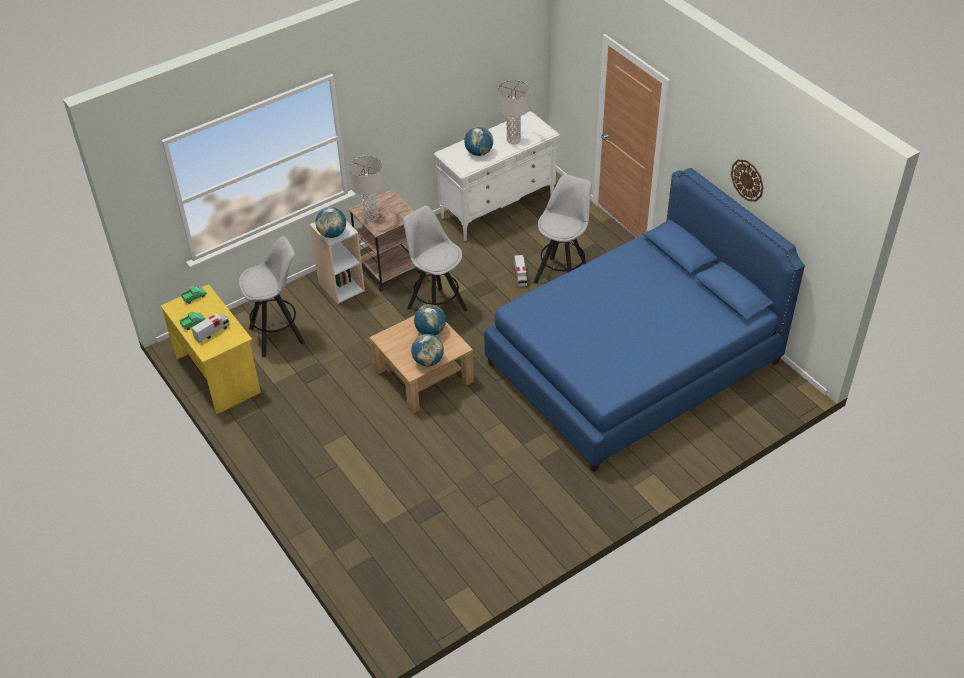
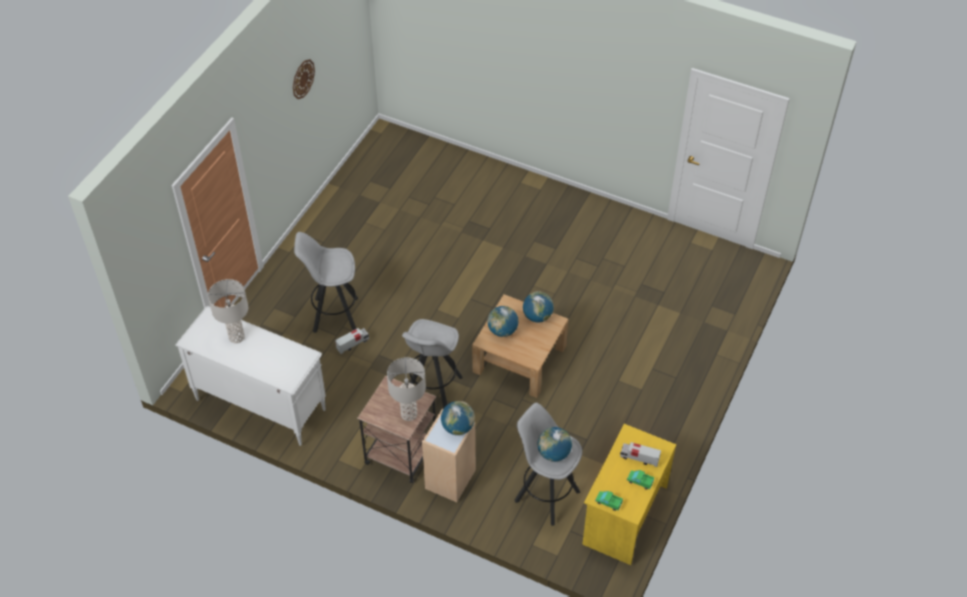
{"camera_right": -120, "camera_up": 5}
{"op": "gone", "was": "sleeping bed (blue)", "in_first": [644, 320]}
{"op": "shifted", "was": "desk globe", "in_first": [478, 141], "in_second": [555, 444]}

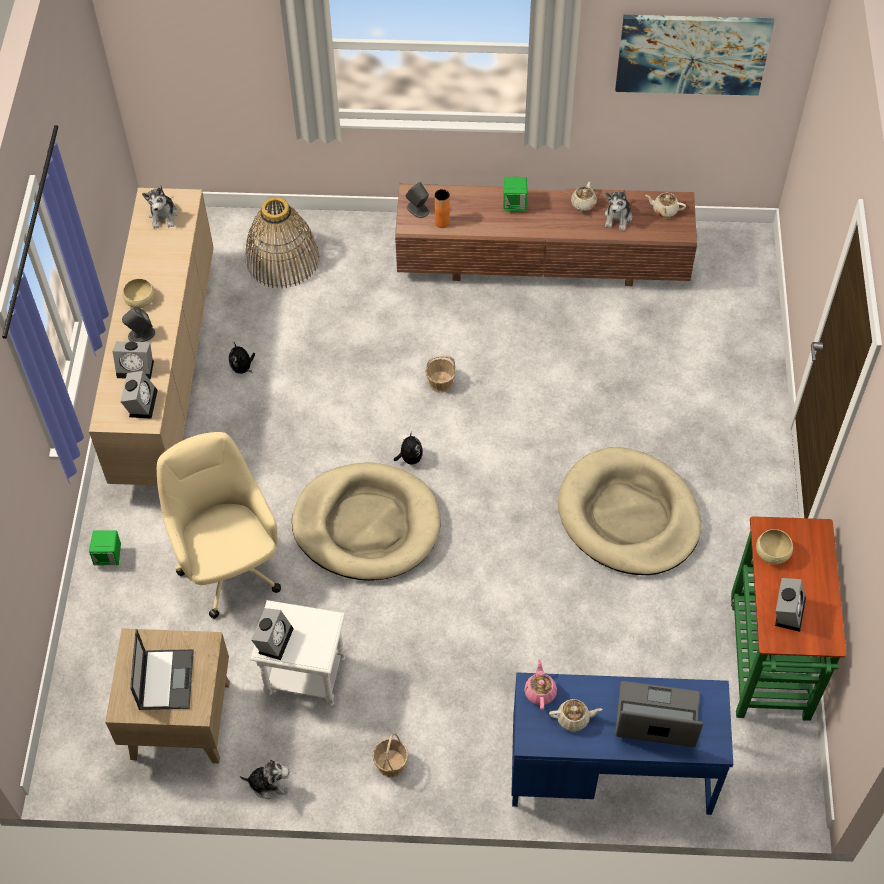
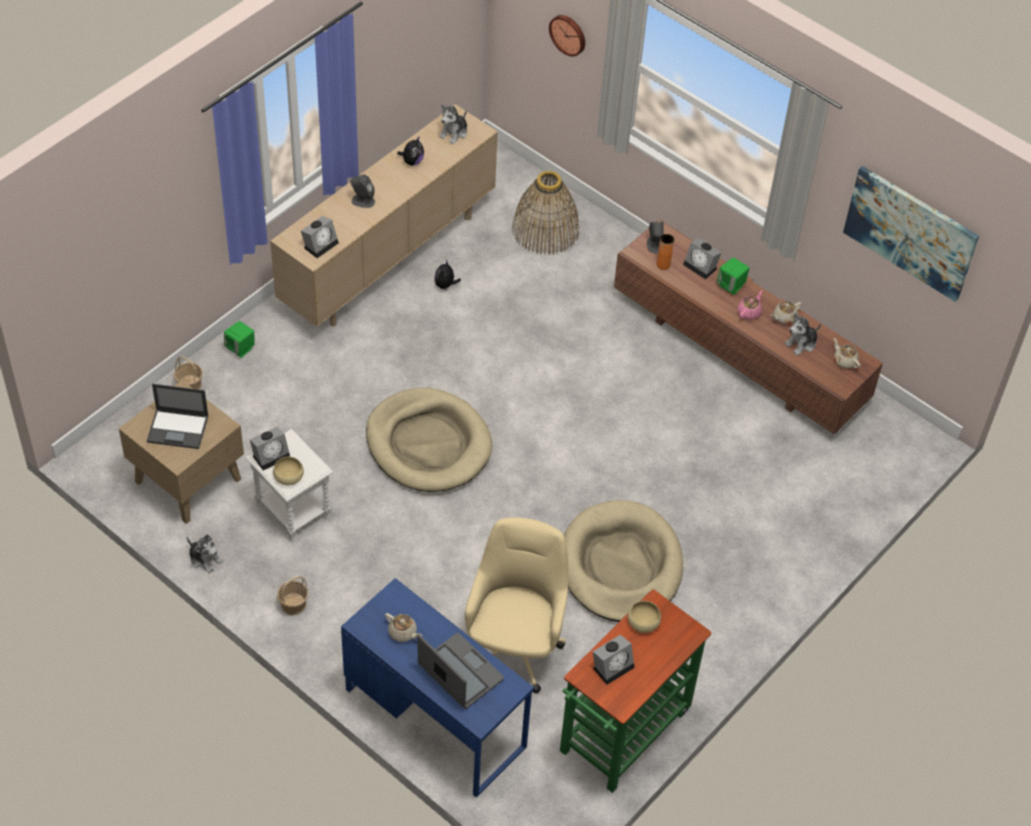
{"camera_right": 35, "camera_up": -5}
{"op": "new", "now": "hanging clock", "in_second": [567, 36]}
{"op": "shifted", "was": "alarm clock", "in_first": [133, 360], "in_second": [702, 258]}
{"op": "shifted", "was": "serving bowl (sand-coloured)", "in_first": [138, 293], "in_second": [288, 471]}
{"op": "shifted", "was": "desk chair (sand-coloured)", "in_first": [219, 525], "in_second": [516, 605]}
{"op": "shifted", "was": "plush toy", "in_first": [408, 448], "in_second": [410, 151]}
{"op": "shifted", "was": "storage basket", "in_first": [440, 374], "in_second": [188, 373]}
{"op": "shifted", "was": "pot for tea (pinkish)", "in_first": [540, 684], "in_second": [750, 304]}
{"op": "rotated", "was": "portable computer", "in_first": [162, 669], "in_second": [178, 416], "clockwise": 60}

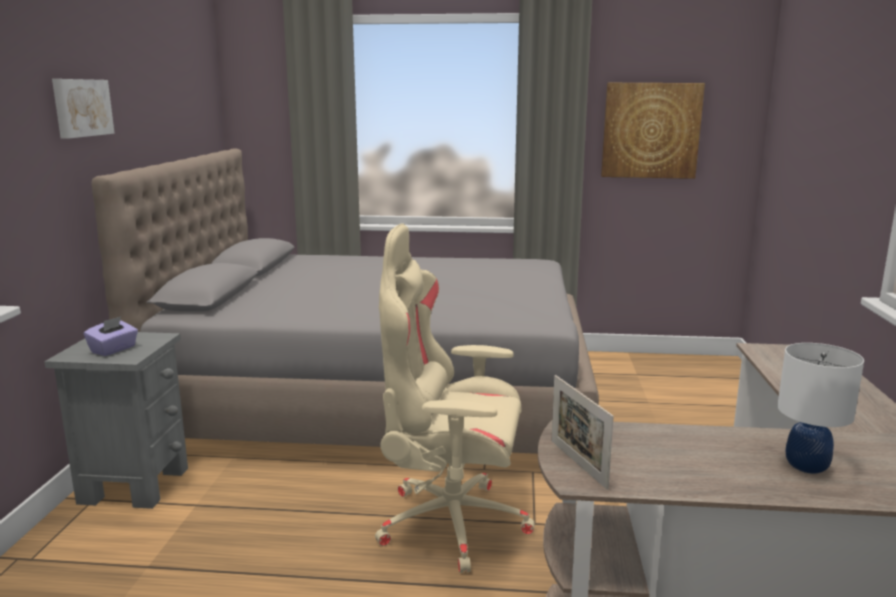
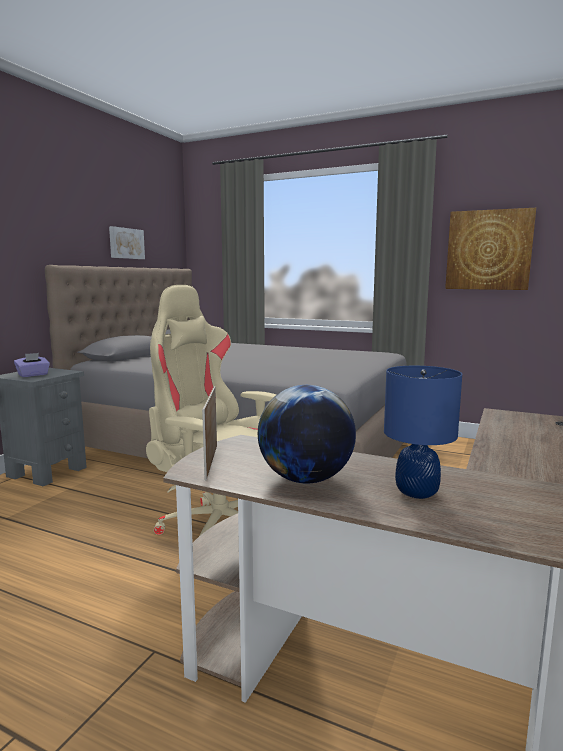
{"camera_right": 20, "camera_up": -5}
{"op": "new", "now": "desk globe", "in_second": [307, 434]}
{"op": "shifted", "was": "wall picture", "in_first": [83, 109], "in_second": [127, 242]}
{"op": "repainted", "was": "tabletop lamp (white-coloured)", "now": "tabletop lamp (blue)", "in_first": [820, 408], "in_second": [423, 432]}

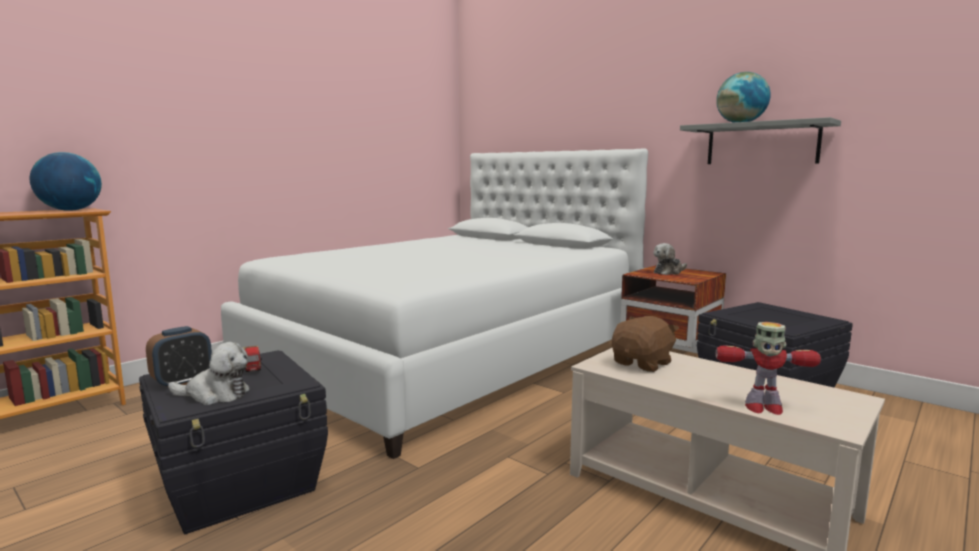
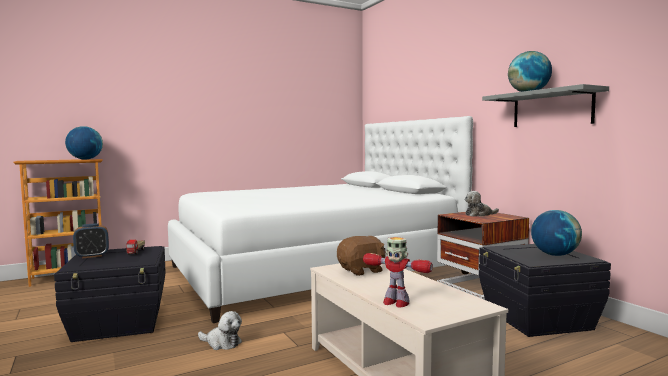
{"camera_right": 20, "camera_up": -5}
{"op": "new", "now": "desk globe", "in_second": [556, 233]}
{"op": "shifted", "was": "plush toy", "in_first": [209, 373], "in_second": [220, 330]}

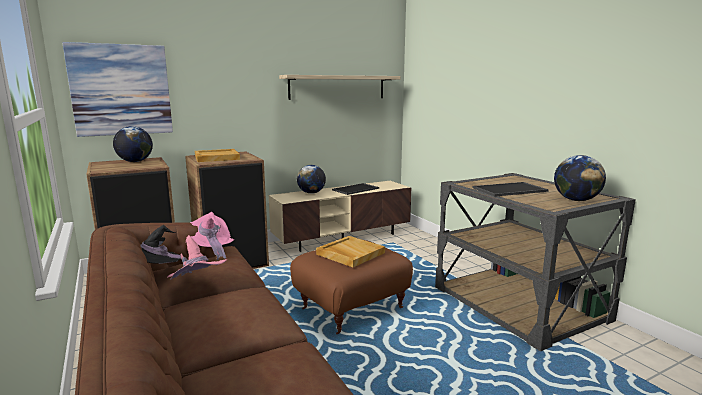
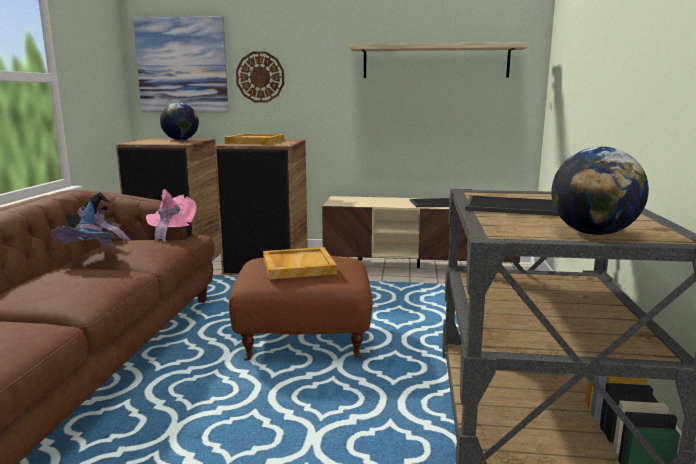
{"camera_right": 35, "camera_up": 0}
{"op": "gone", "was": "desk globe", "in_first": [311, 179]}
{"op": "new", "now": "hanging clock", "in_second": [260, 77]}
{"op": "repainted", "was": "wearable hat (pinkish)", "now": "wearable hat (blue)", "in_first": [197, 257], "in_second": [84, 224]}

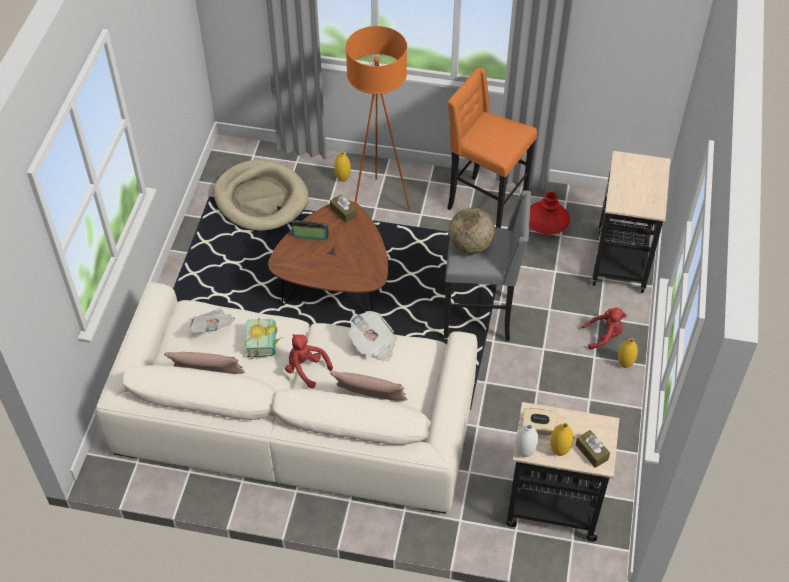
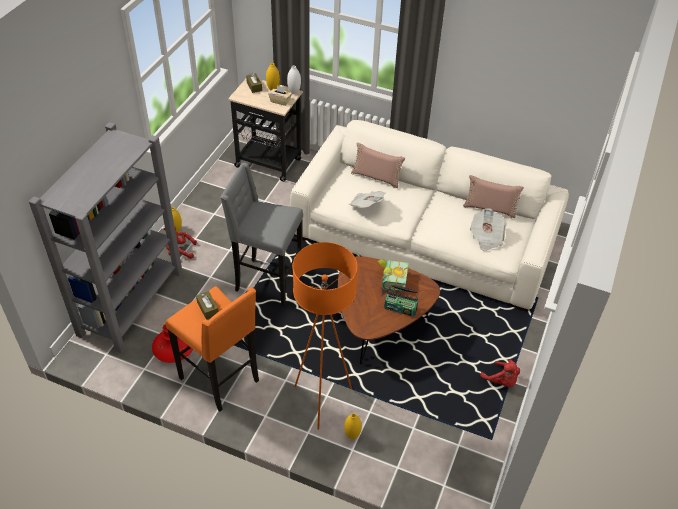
{"camera_right": -170, "camera_up": -5}
{"op": "gone", "was": "dog cushion (sand-coloured)", "in_first": [261, 195]}
{"op": "gone", "was": "desk globe", "in_first": [472, 231]}
{"op": "shifted", "was": "book", "in_first": [264, 338], "in_second": [393, 275]}
{"op": "shifted", "was": "plush toy (red-coloured)", "in_first": [309, 361], "in_second": [500, 373]}
{"op": "shifted", "was": "box of tissues (brown)", "in_first": [343, 208], "in_second": [207, 305]}
{"op": "swapped", "was": "cart", "now": "shelving unit (grey)", "in_first": [631, 222], "in_second": [106, 237]}

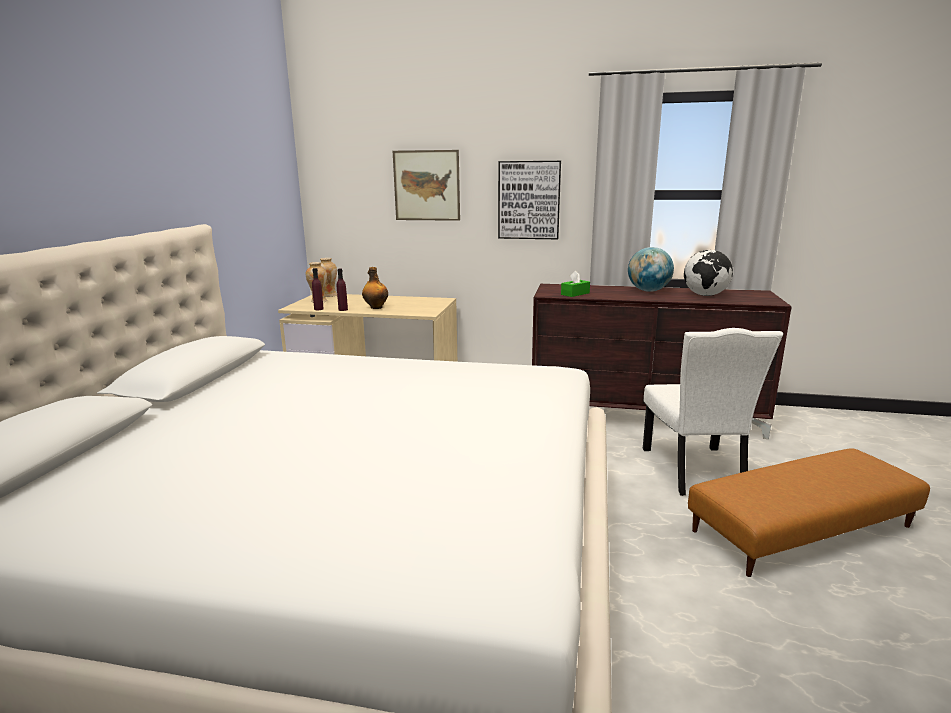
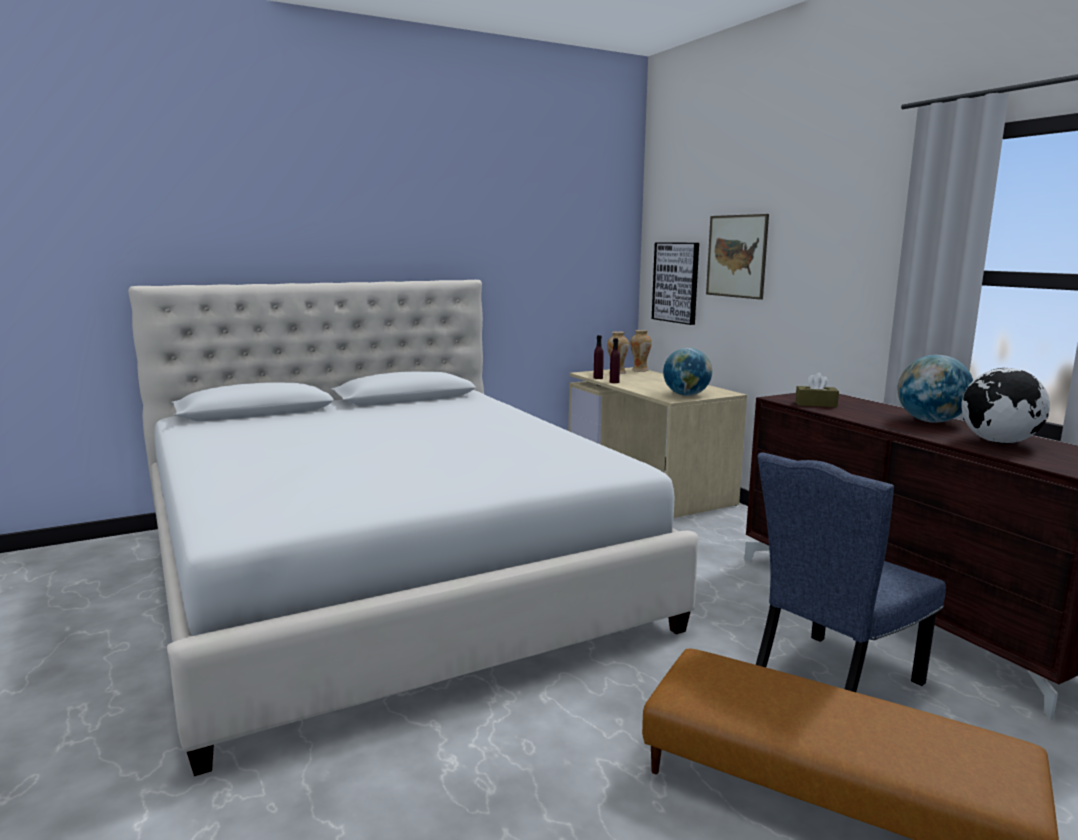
{"camera_right": 50, "camera_up": -5}
{"op": "gone", "was": "drink bottle", "in_first": [375, 288]}
{"op": "new", "now": "desk globe", "in_second": [687, 372]}
{"op": "shifted", "was": "wall picture", "in_first": [529, 200], "in_second": [675, 283]}
{"op": "repainted", "was": "box of tissues (green-coloured)", "now": "box of tissues (brown)", "in_first": [575, 284], "in_second": [817, 390]}
{"op": "repainted", "was": "plain chair (white-coloured)", "now": "plain chair (blue)", "in_first": [713, 412], "in_second": [851, 572]}

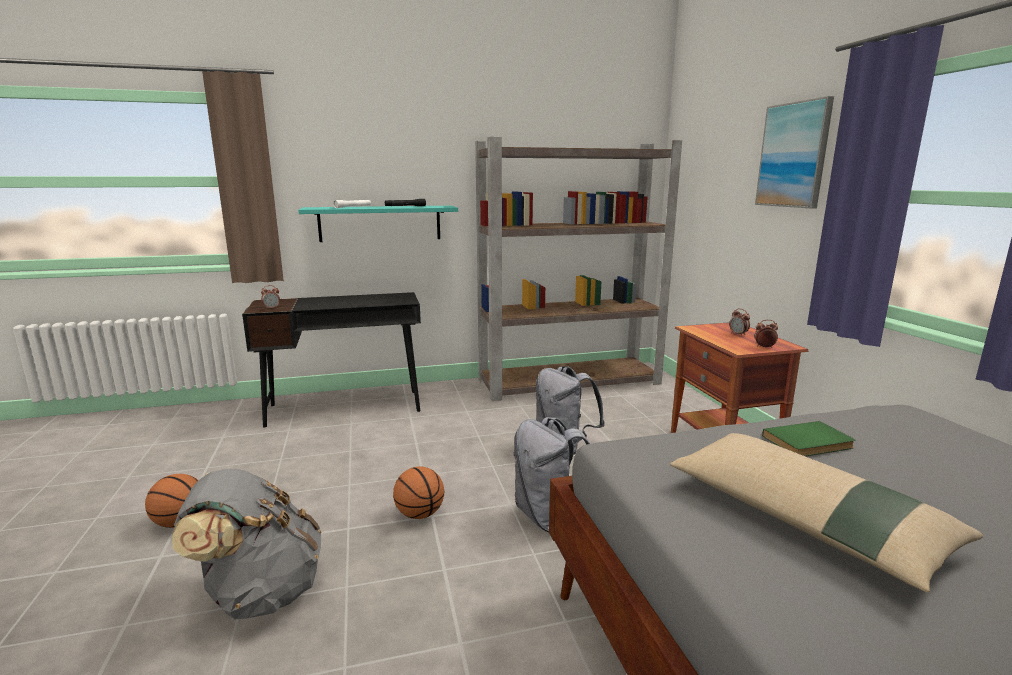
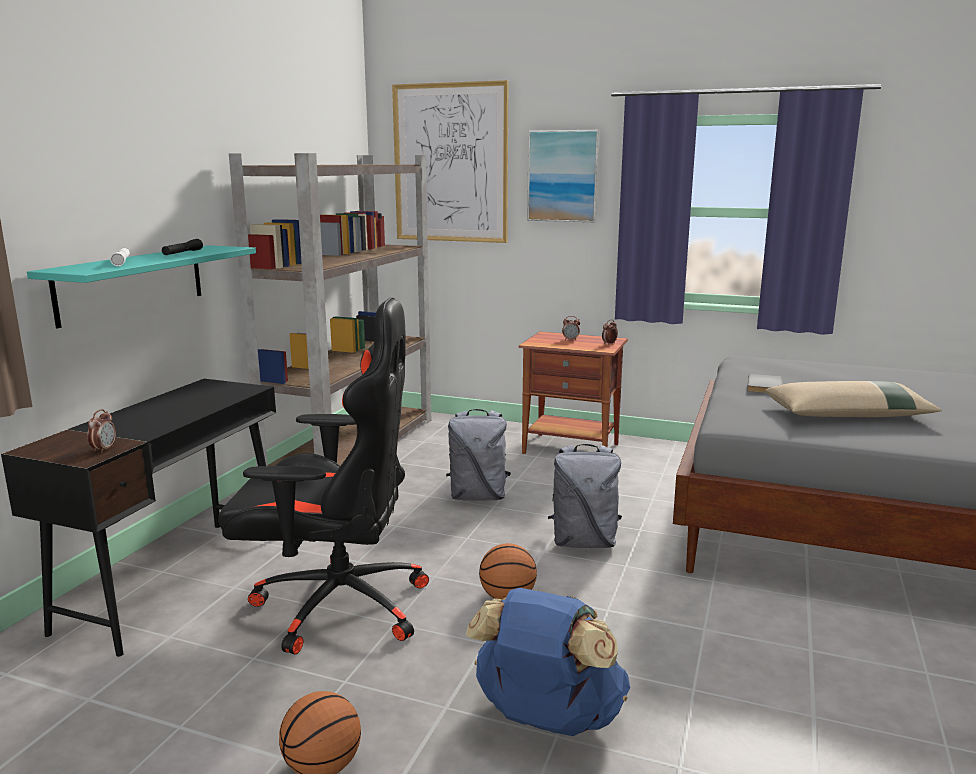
{"camera_right": -55, "camera_up": 0}
{"op": "new", "now": "desk chair (black)", "in_second": [323, 475]}
{"op": "new", "now": "wall picture", "in_second": [450, 161]}
{"op": "repainted", "was": "knapsack (grey)", "now": "knapsack (blue)", "in_first": [246, 544], "in_second": [548, 662]}
{"op": "repainted", "was": "book (green-coloured)", "now": "book (grey)", "in_first": [808, 438], "in_second": [764, 383]}

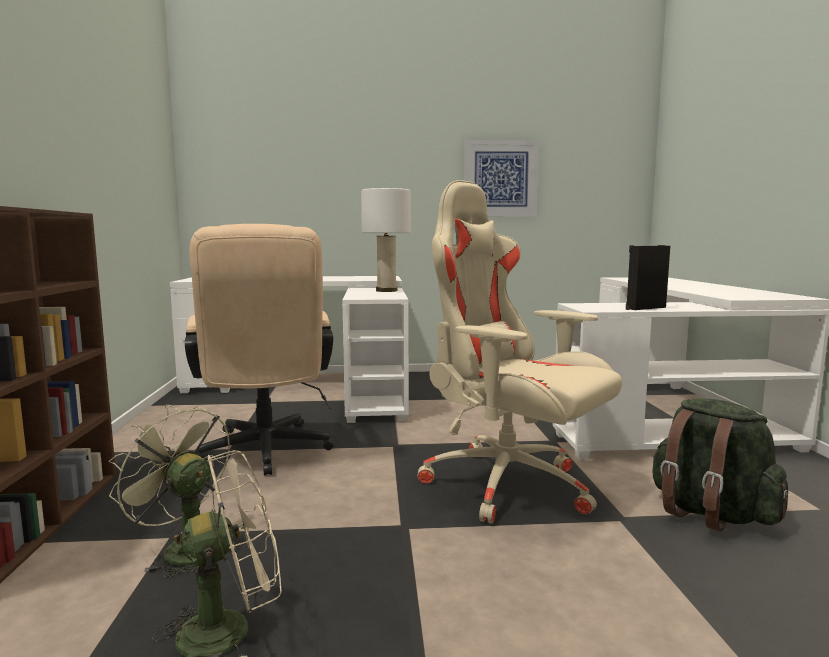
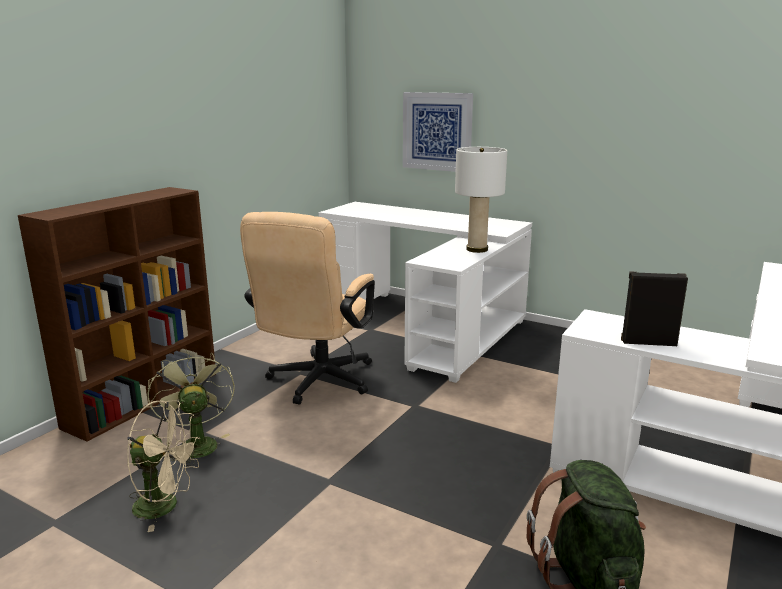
{"camera_right": 35, "camera_up": 10}
{"op": "gone", "was": "desk chair (sand-coloured)", "in_first": [520, 351]}
{"op": "shifted", "was": "wall picture", "in_first": [501, 178], "in_second": [438, 132]}

